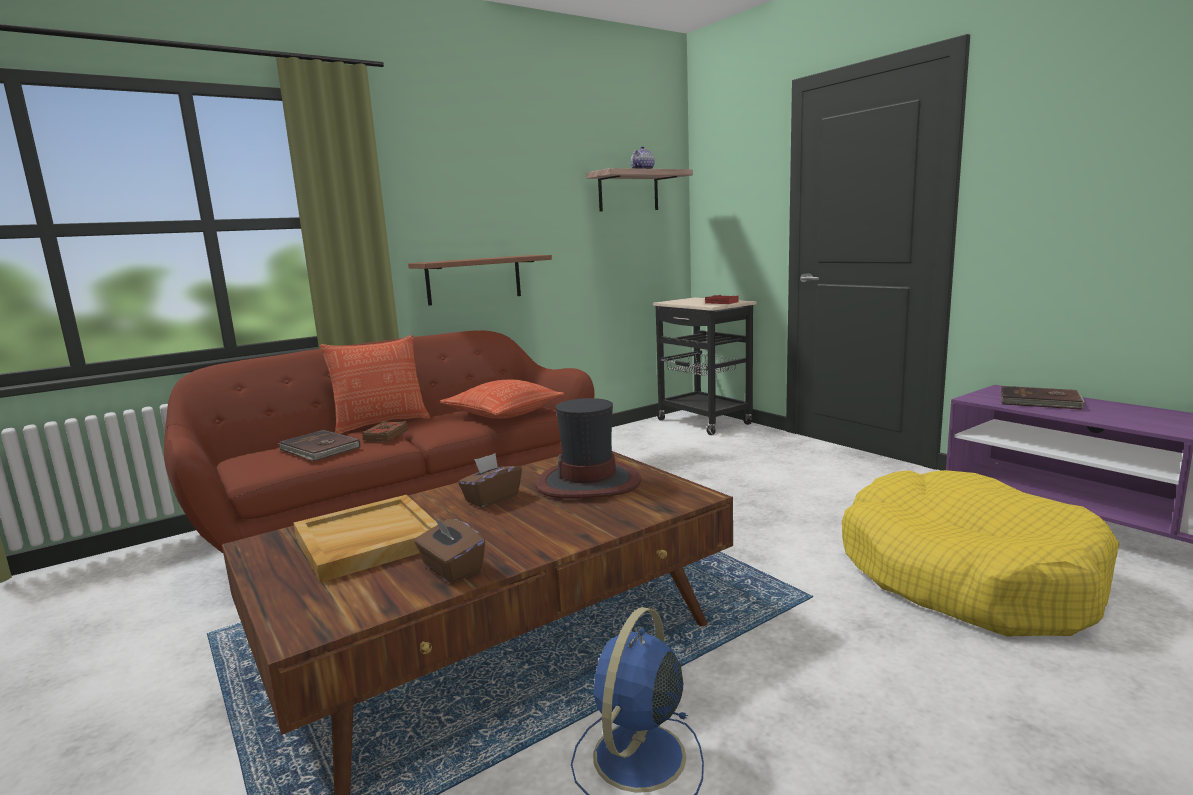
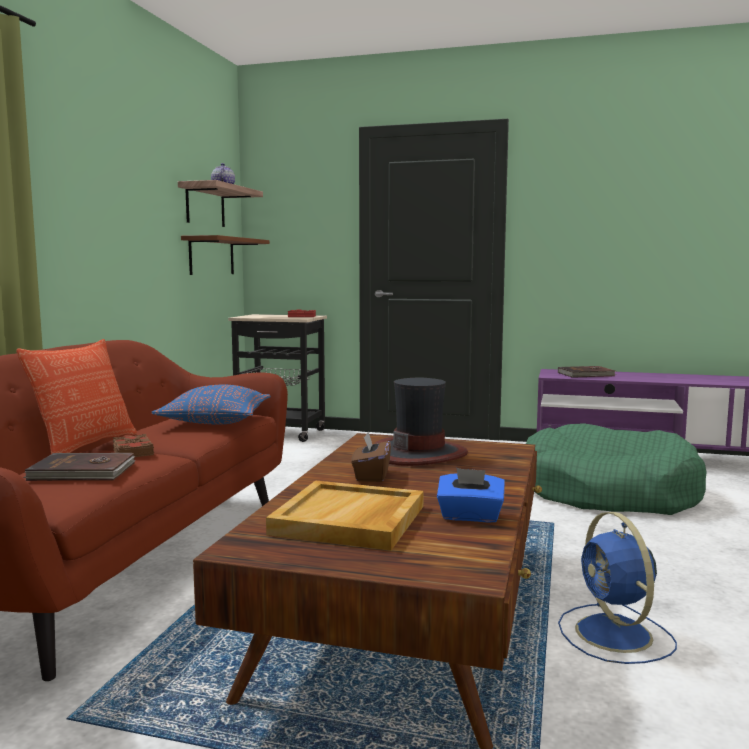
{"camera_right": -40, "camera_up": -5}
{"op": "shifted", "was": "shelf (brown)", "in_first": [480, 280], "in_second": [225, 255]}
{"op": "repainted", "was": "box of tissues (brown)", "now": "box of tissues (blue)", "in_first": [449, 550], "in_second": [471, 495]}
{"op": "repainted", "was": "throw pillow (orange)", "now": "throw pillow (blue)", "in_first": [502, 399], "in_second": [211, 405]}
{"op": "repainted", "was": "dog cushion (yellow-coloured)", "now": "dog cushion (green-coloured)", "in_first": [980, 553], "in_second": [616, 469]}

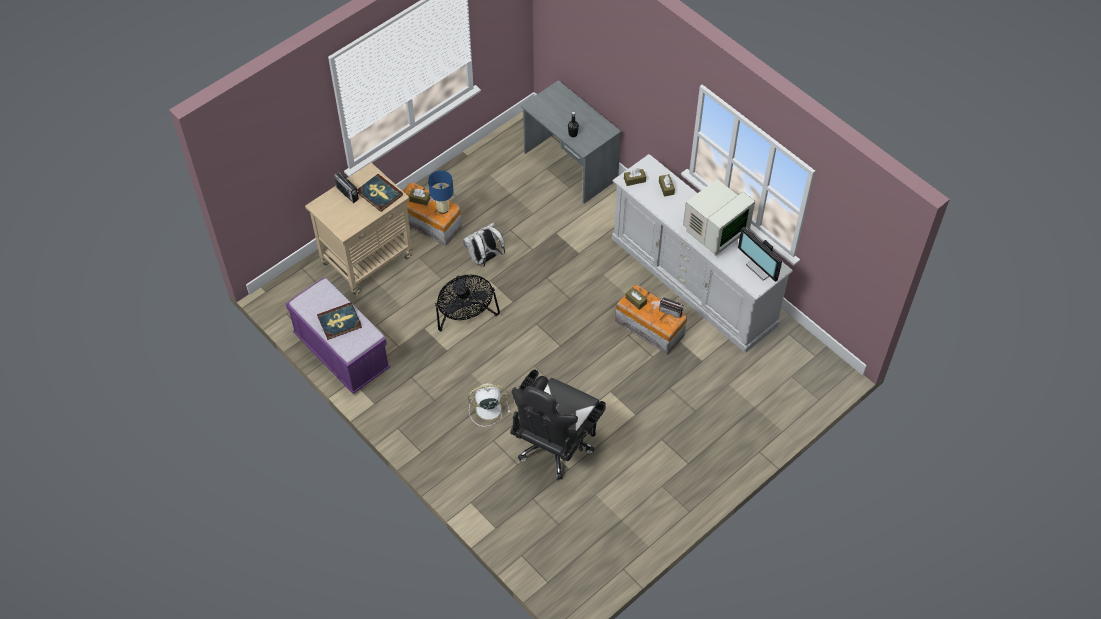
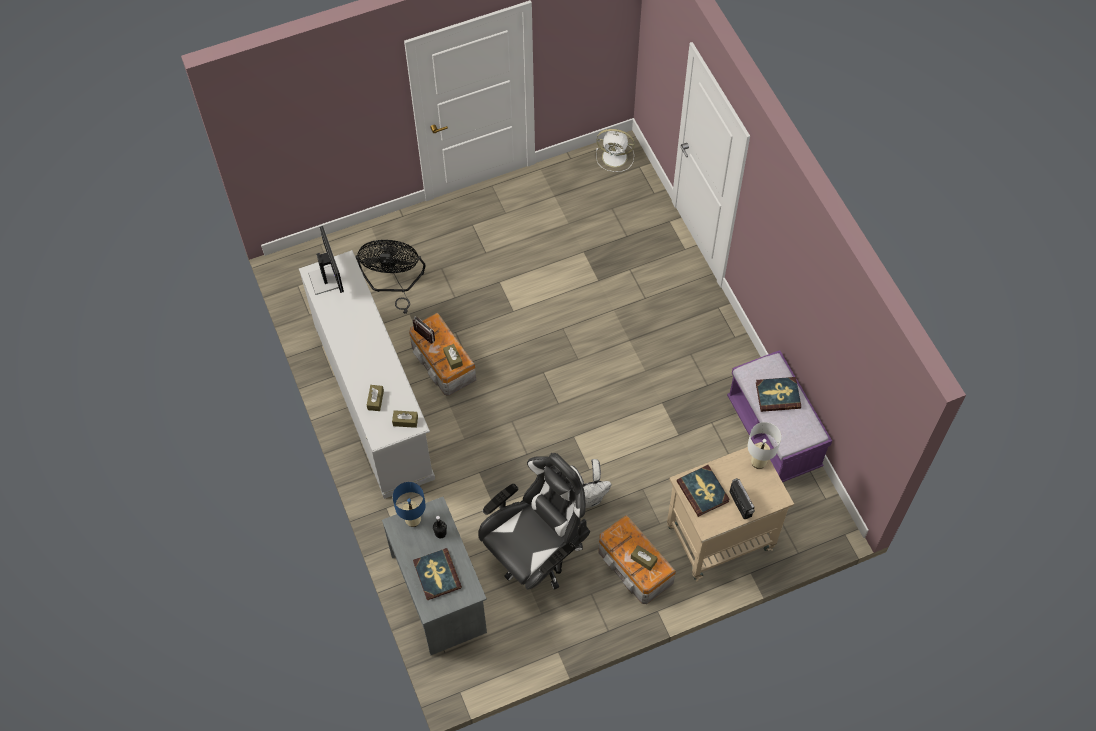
{"camera_right": -160, "camera_up": 5}
{"op": "gone", "was": "computer display", "in_first": [719, 217]}
{"op": "new", "now": "book", "in_second": [437, 574]}
{"op": "new", "now": "tabletop lamp (white-coloured)", "in_second": [764, 445]}
{"op": "shifted", "was": "tabletop lamp (blue)", "in_first": [440, 192], "in_second": [409, 504]}
{"op": "shifted", "was": "fan (black)", "in_first": [467, 302], "in_second": [390, 277]}
{"op": "shifted", "was": "fan (white-coloured)", "in_first": [489, 405], "in_second": [615, 150]}
{"op": "shifted", "was": "desk chair (black)", "in_first": [558, 425], "in_second": [534, 521]}

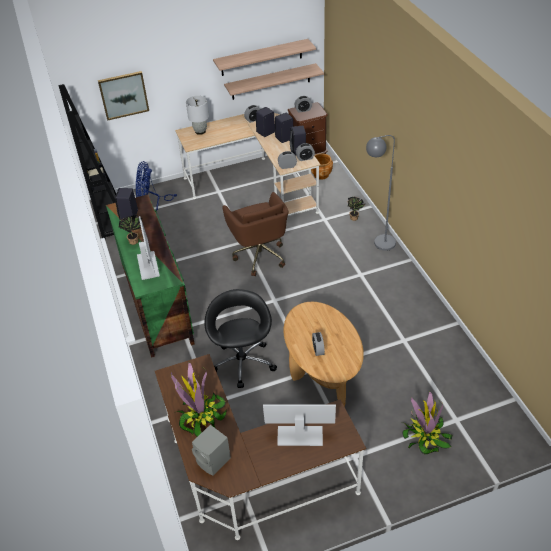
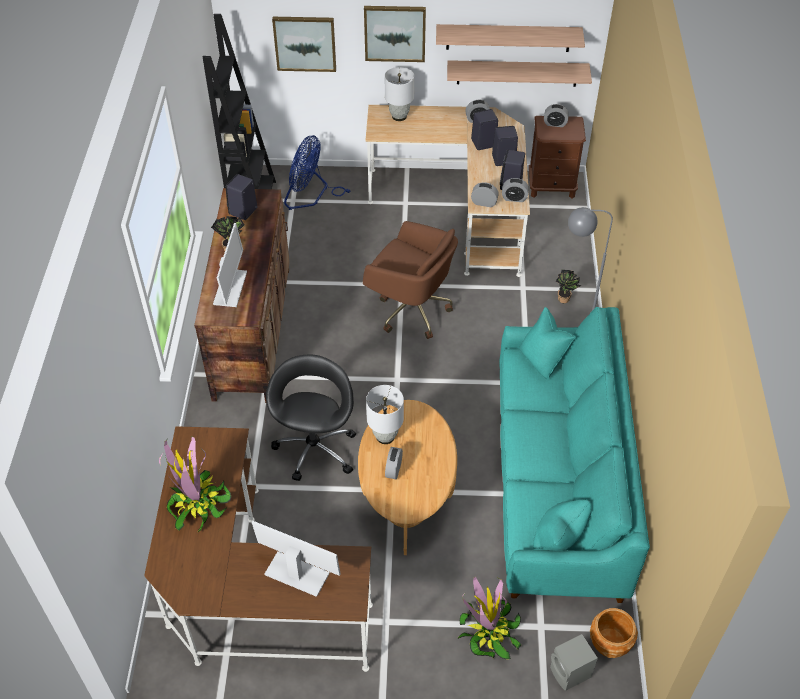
{"camera_right": 20, "camera_up": 5}
{"op": "new", "now": "wall picture", "in_second": [395, 34]}
{"op": "new", "now": "tabletop lamp (white-coloured)", "in_second": [385, 414]}
{"op": "new", "now": "sofa (turquoise)", "in_second": [574, 455]}
{"op": "shifted", "was": "audio speaker (grey)", "in_first": [211, 450], "in_second": [574, 662]}
{"op": "shifted", "was": "flower pot (brown)", "in_first": [322, 166], "in_second": [614, 633]}
{"op": "repainted", "was": "cupboard (green-coloured)", "now": "cupboard (brown)", "in_first": [150, 276], "in_second": [242, 295]}
{"op": "rotated", "was": "desk chair (brown)", "in_first": [255, 234], "in_second": [410, 280], "clockwise": -60}

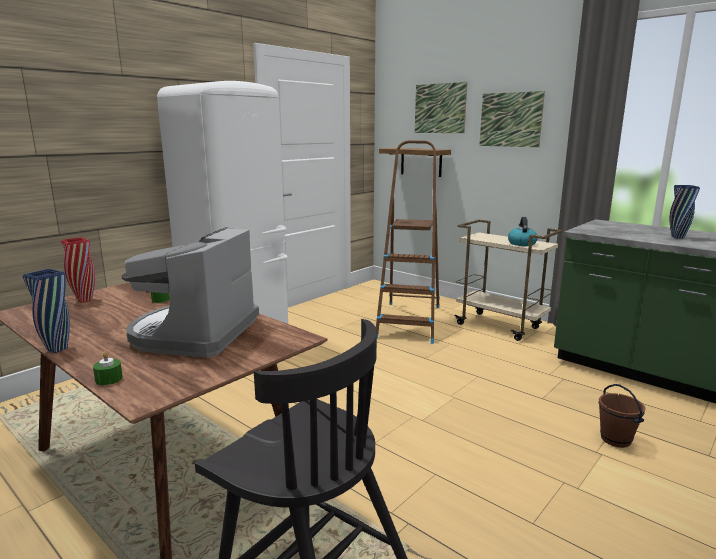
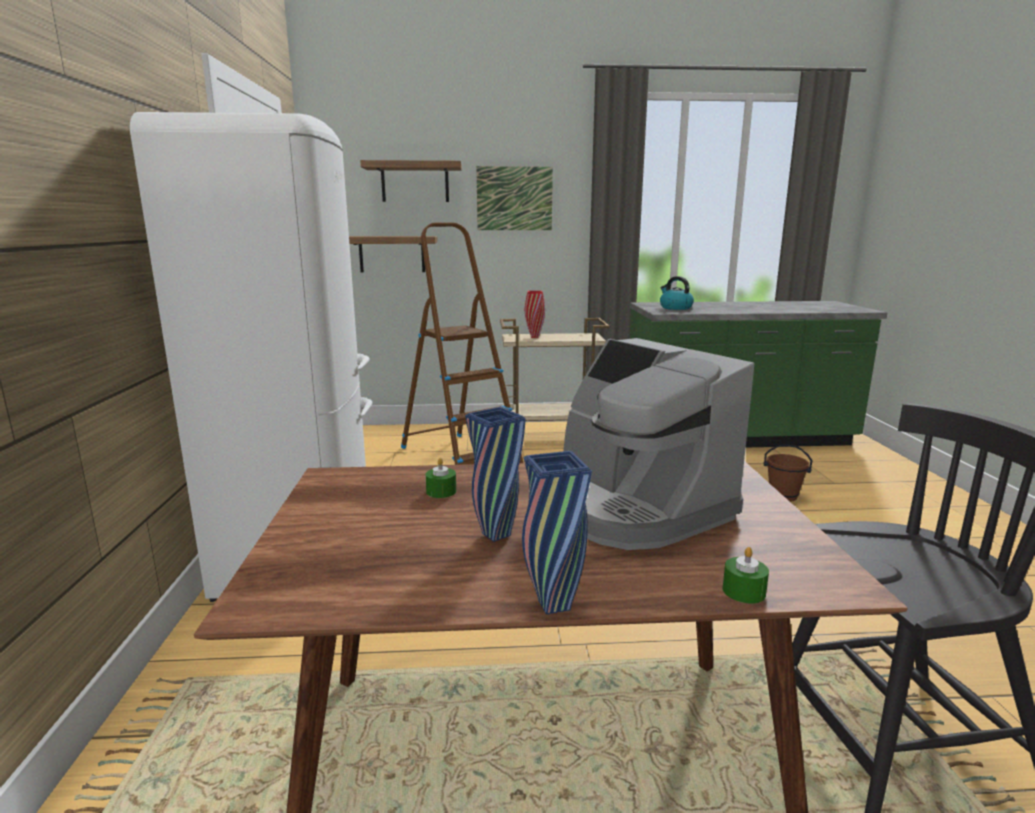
{"camera_right": -45, "camera_up": 0}
{"op": "shifted", "was": "vase (red-coloured)", "in_first": [78, 270], "in_second": [535, 314]}
{"op": "shifted", "was": "kettle", "in_first": [523, 231], "in_second": [677, 293]}
{"op": "shifted", "was": "vase (blue)", "in_first": [685, 211], "in_second": [495, 474]}
{"op": "swapped", "was": "wall picture", "now": "shelf", "in_first": [441, 107], "in_second": [411, 181]}

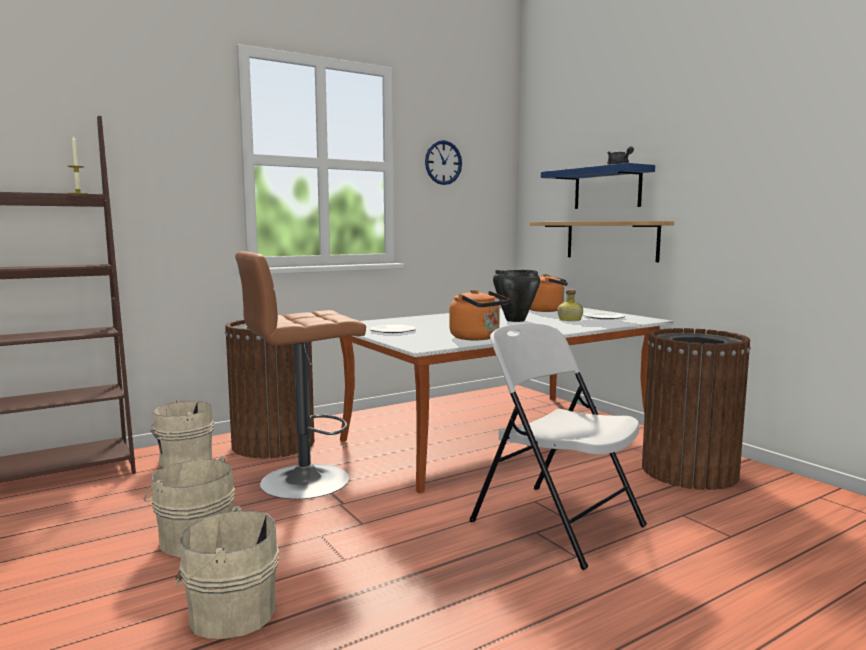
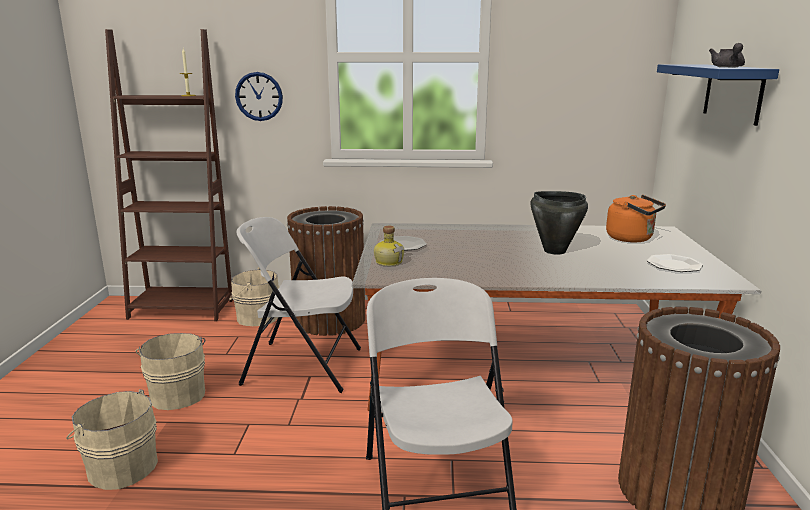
{"camera_right": 35, "camera_up": 10}
{"op": "gone", "was": "kettle (orange)", "in_first": [479, 314]}
{"op": "gone", "was": "shelf", "in_first": [602, 241]}
{"op": "shifted", "was": "hanging clock", "in_first": [443, 162], "in_second": [259, 96]}
{"op": "shifted", "was": "drink bottle", "in_first": [570, 305], "in_second": [389, 246]}
{"op": "swapped", "was": "sitting stool (brown)", "now": "plain chair (white-coloured)", "in_first": [300, 375], "in_second": [299, 305]}

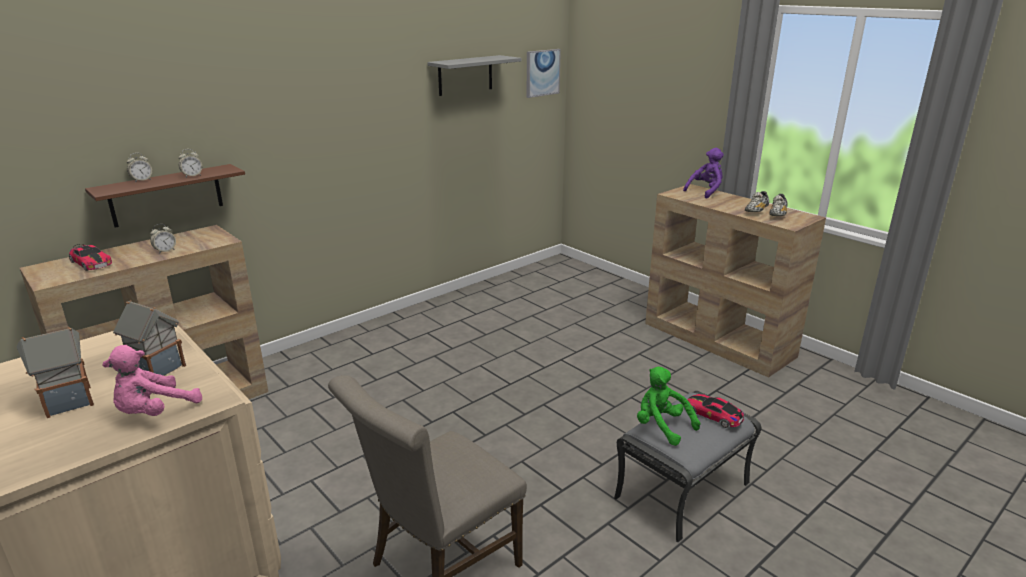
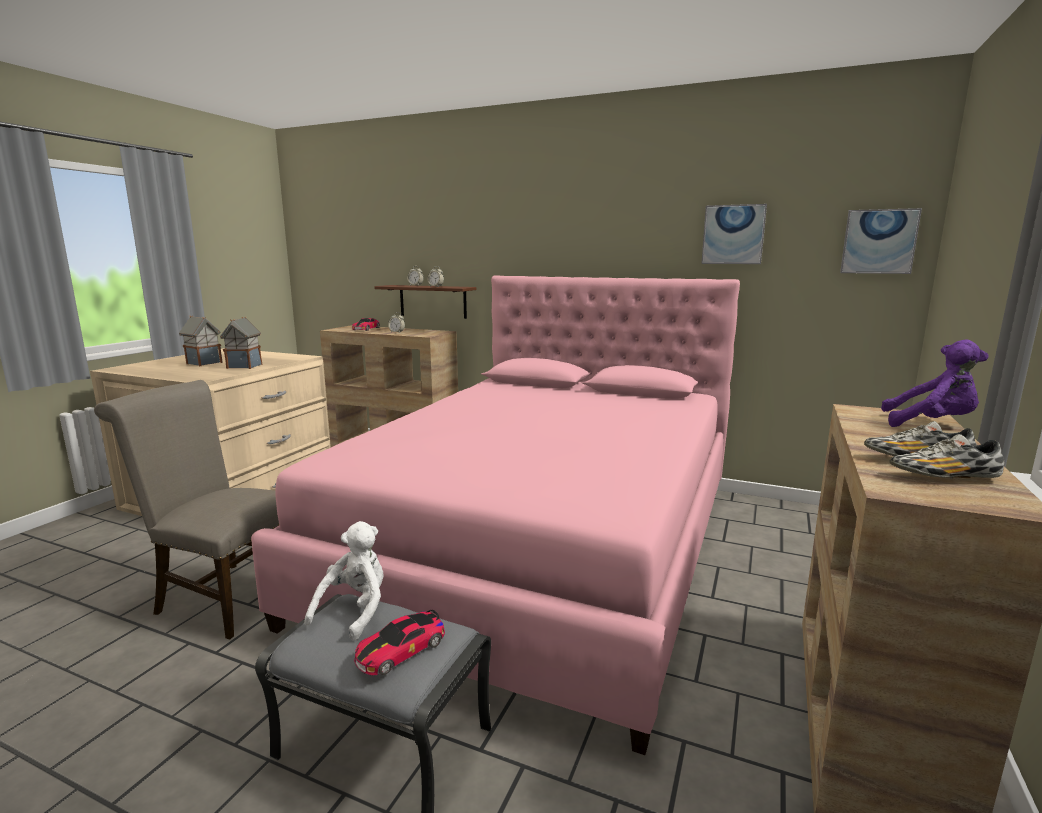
{"camera_right": 65, "camera_up": -10}
{"op": "gone", "was": "plush toy (pinkish)", "in_first": [152, 380]}
{"op": "new", "now": "sleeping bed (pinkish)", "in_second": [495, 515]}
{"op": "swapped", "was": "shelf (grey)", "now": "wall picture", "in_first": [474, 75], "in_second": [734, 234]}
{"op": "repainted", "was": "plush toy (green-coloured)", "now": "plush toy (white-coloured)", "in_first": [668, 406], "in_second": [344, 581]}
{"op": "rotated", "was": "toy car", "in_first": [715, 411], "in_second": [399, 642], "clockwise": -150}

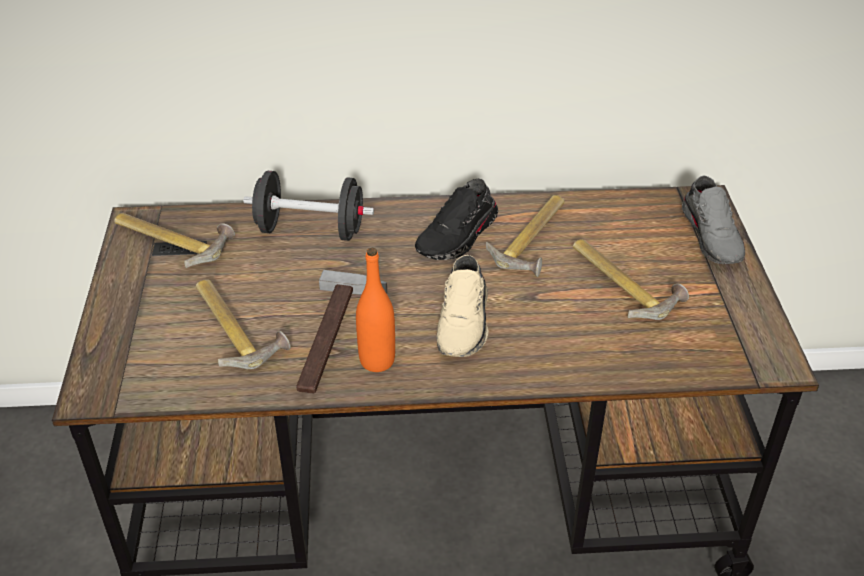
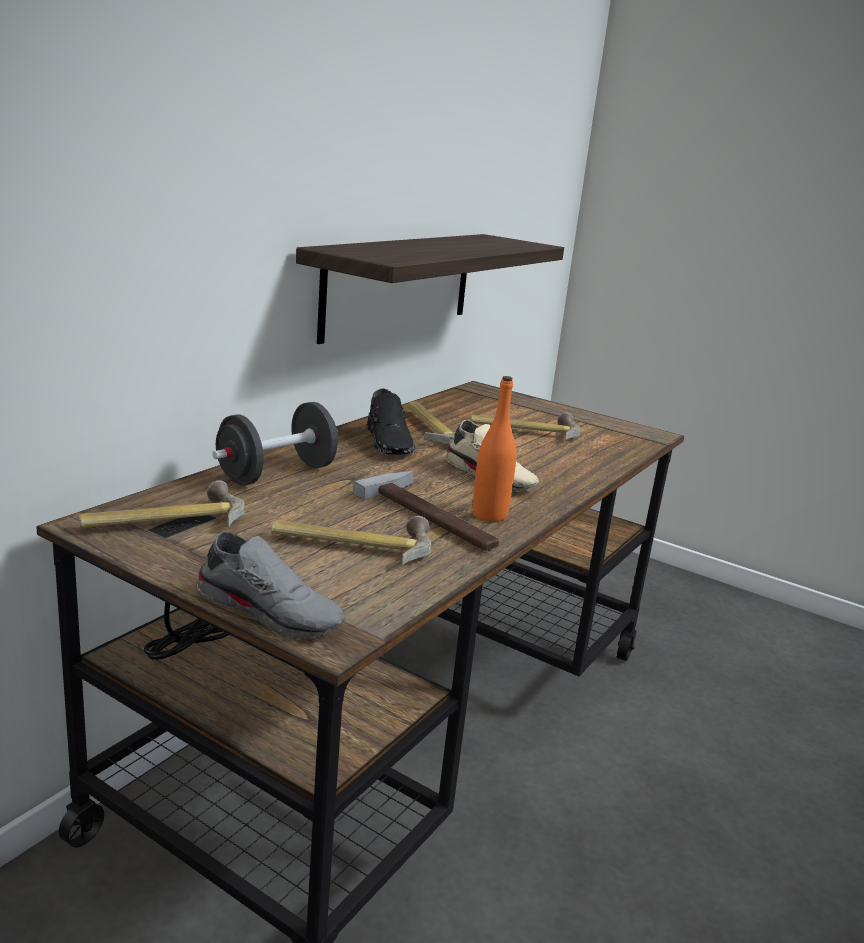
{"camera_right": -55, "camera_up": -20}
{"op": "new", "now": "shelf", "in_second": [430, 289]}
{"op": "shifted", "was": "low shoe (grey)", "in_first": [713, 219], "in_second": [270, 585]}

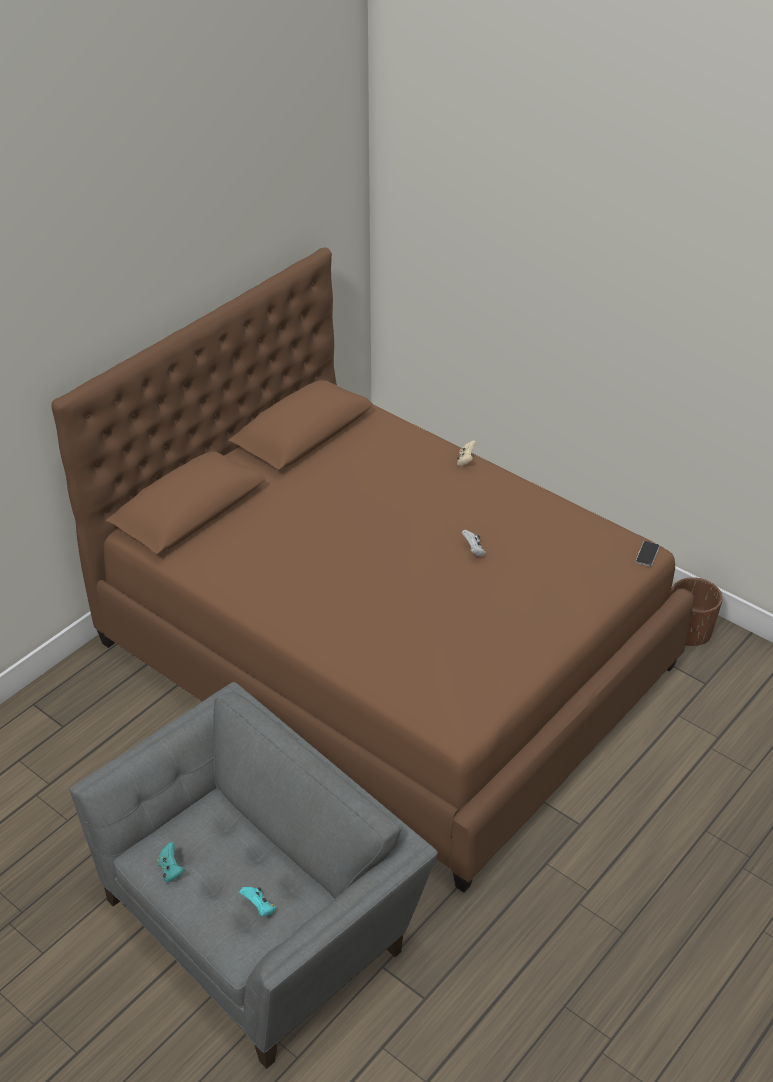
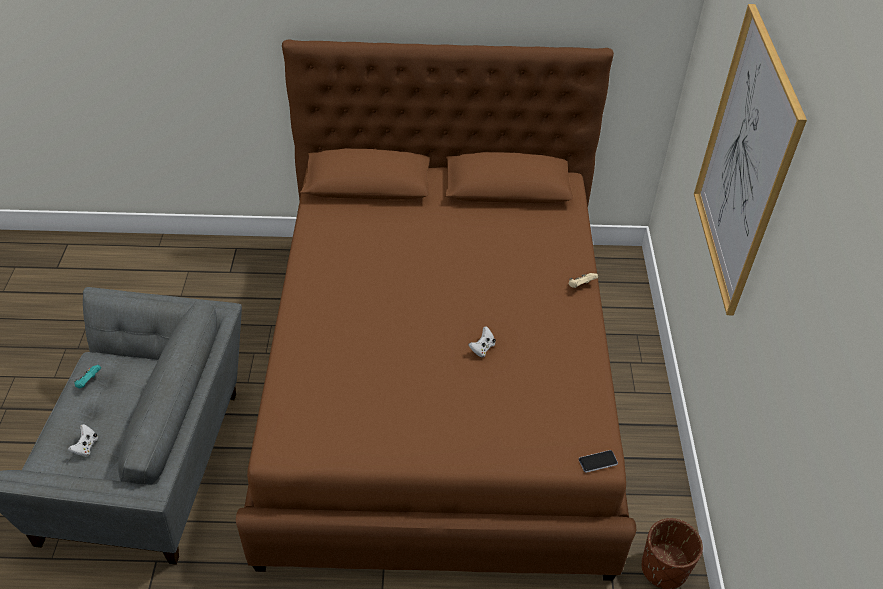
{"camera_right": 50, "camera_up": 5}
{"op": "new", "now": "wall picture", "in_second": [750, 159]}
{"op": "repainted", "was": "game controller (turquoise)", "now": "game controller (white-coloured)", "in_first": [257, 901], "in_second": [83, 440]}

